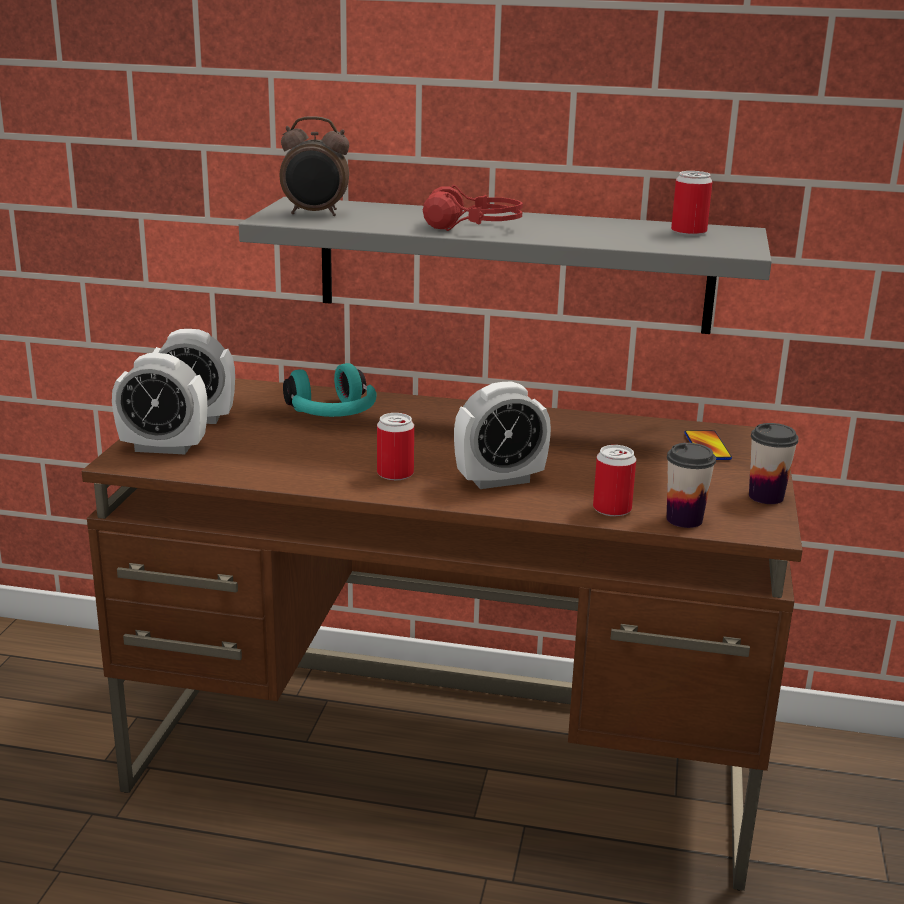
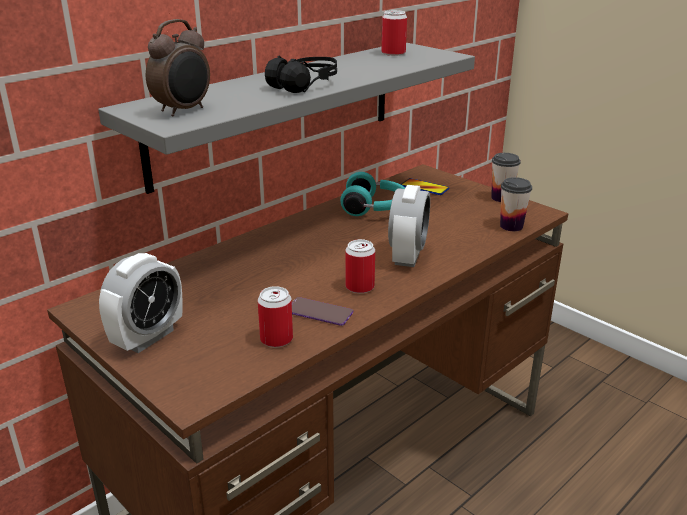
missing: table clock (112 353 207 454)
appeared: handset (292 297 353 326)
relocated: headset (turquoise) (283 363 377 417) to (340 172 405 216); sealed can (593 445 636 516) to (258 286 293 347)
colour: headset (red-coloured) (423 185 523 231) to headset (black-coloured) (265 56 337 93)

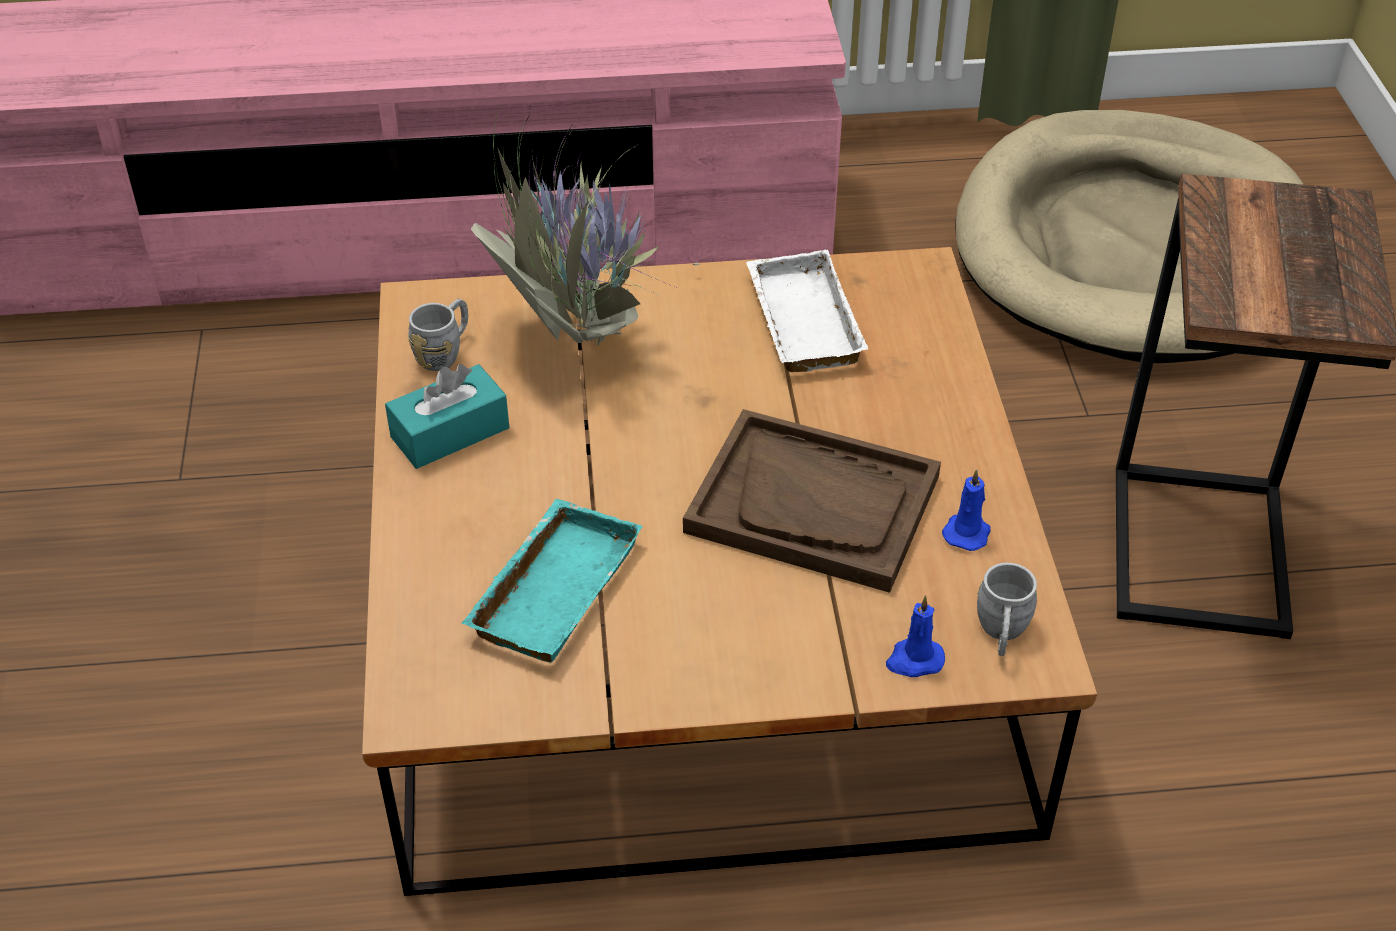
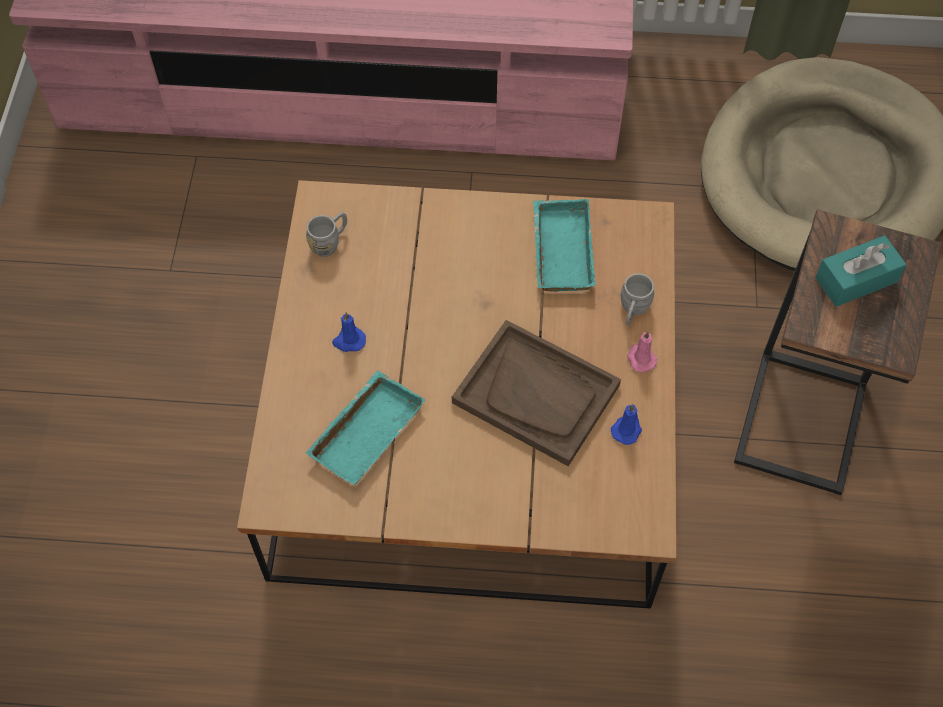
missing: plant in a pot (471 107 710 346)
appeared: wax candle (pink) (627 331 657 373)
relocated: box of tissues (turquoise) (385 364 509 469) to (815 235 907 307); wax candle (blue-coloured) (886 596 945 677) to (332 312 366 352); mug (gray) (977 563 1037 656) to (621 273 655 326)
colour: serving tray (white) (746 250 868 372) to serving tray (turquoise) (533 199 596 292)

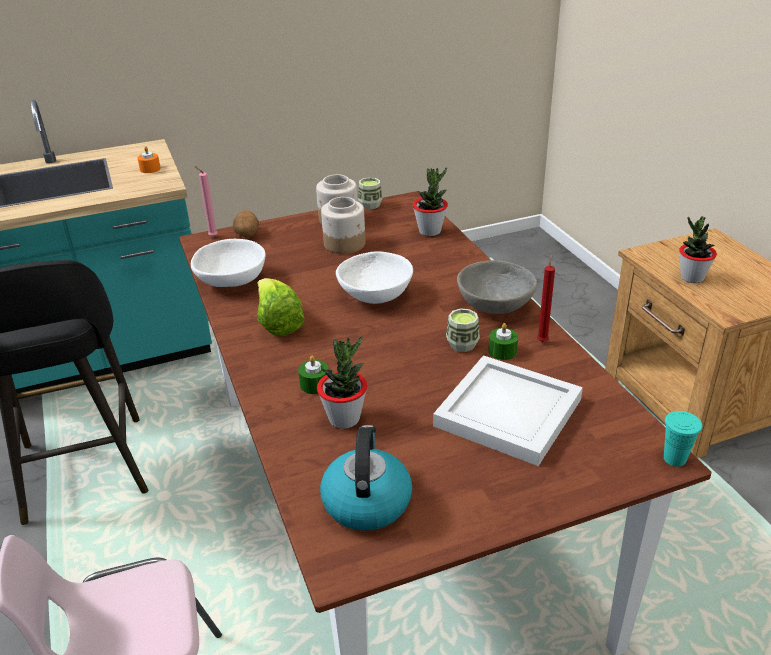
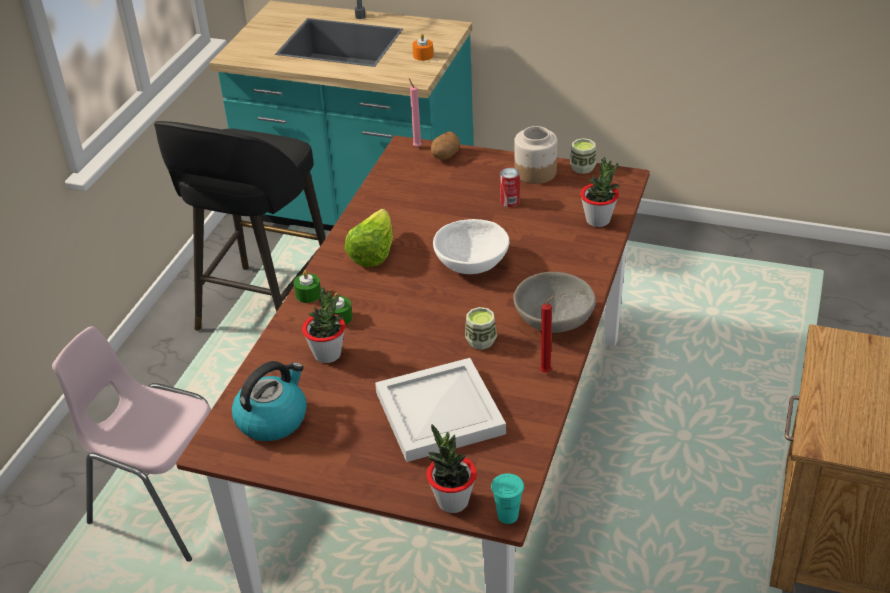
missing: serving bowl (white) (191 239 266 287)
relocated: wax candle (green) (488 323 518 360) to (294 270 321 303); plant in a pot (679 216 717 283) to (426 424 477 513)
exchanged: jar (321 197 366 254) to sealed can (500 168 520 207)

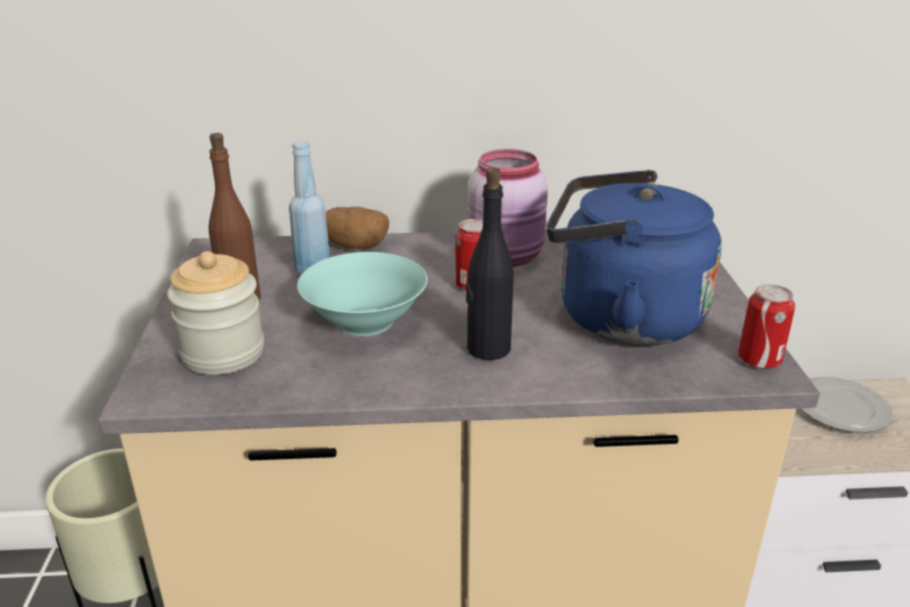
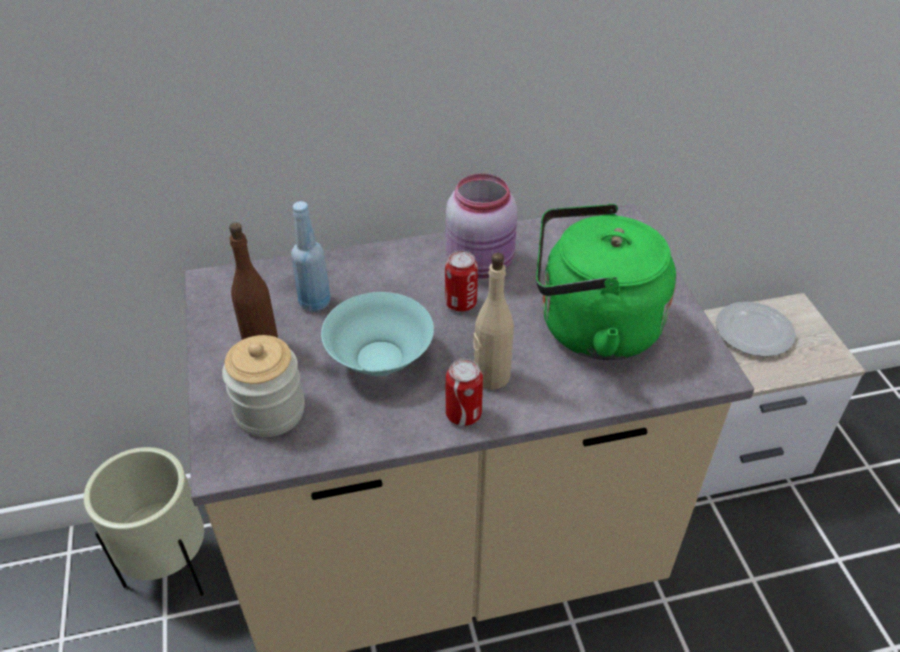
missing: potato (326 207 389 249)
relocated: sealed can (738 284 795 369) to (446 359 483 426)
colour: bottle (black-coloured) (466 168 514 360) to bottle (beige) (473 252 514 390); kettle (blue-coloured) (546 170 722 346) to kettle (green) (536 204 676 360)

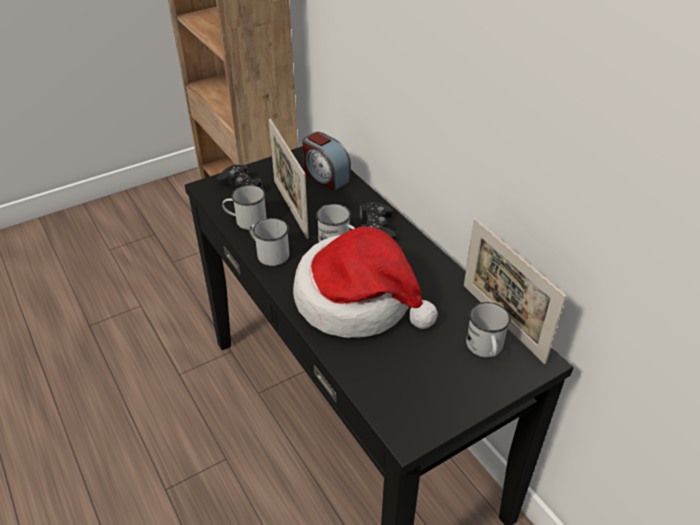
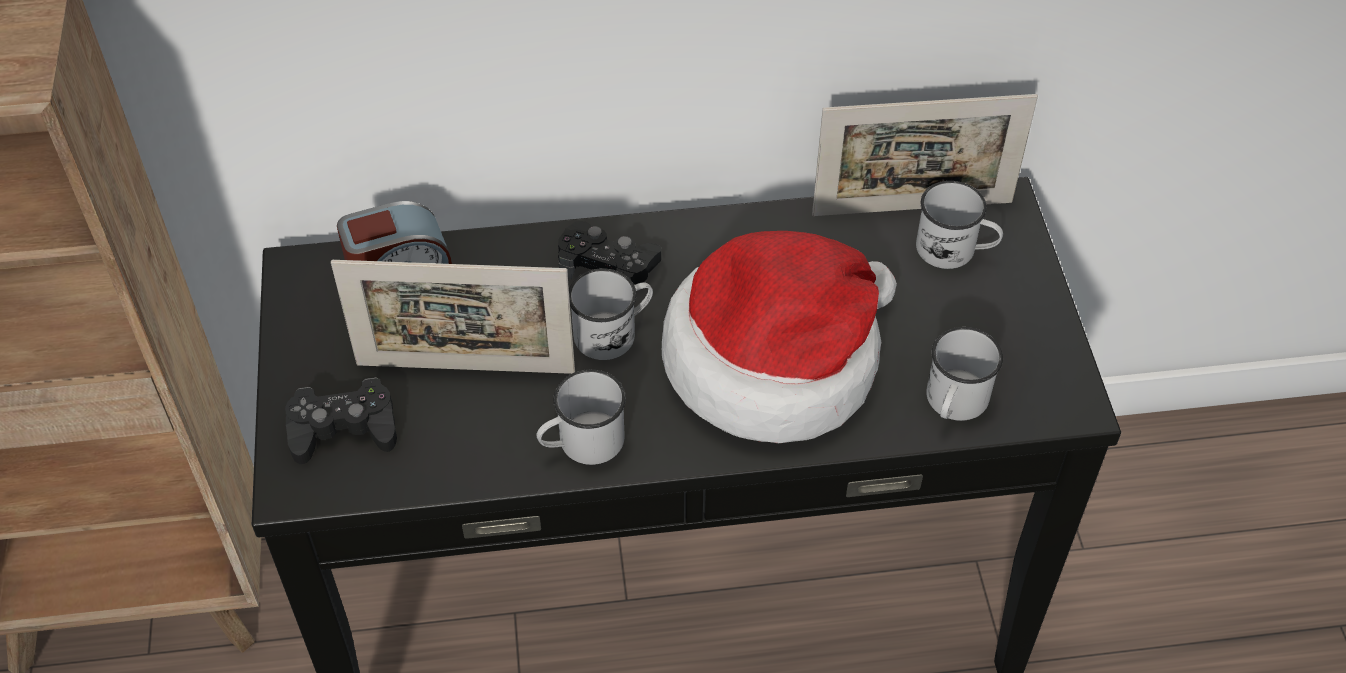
relocated: mug (white) (222 185 267 230) to (926 327 1003 421)

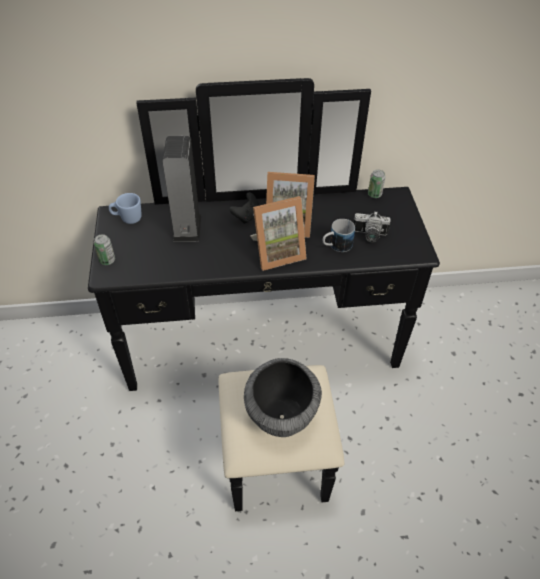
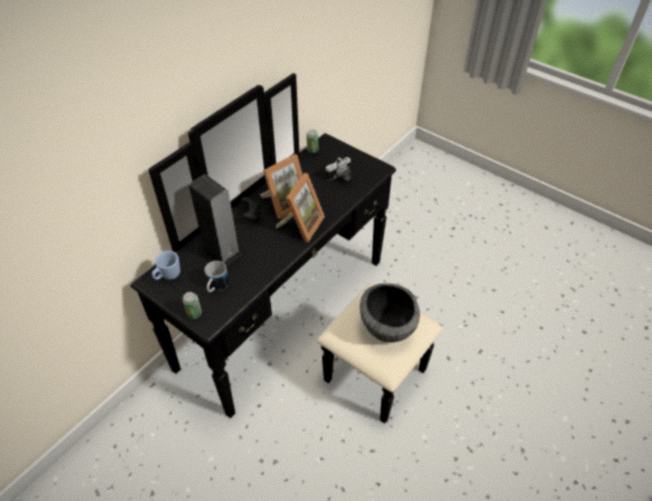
relocated: mug (323 219 355 252) to (204 261 229 292)

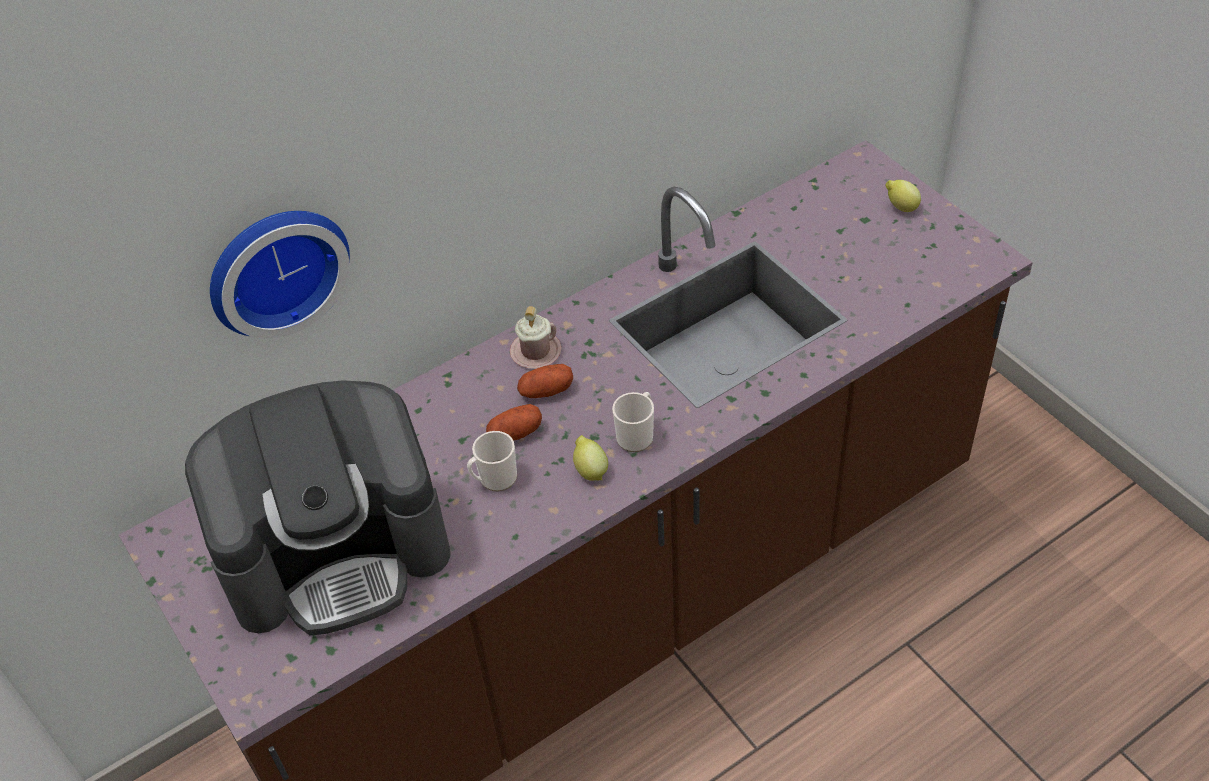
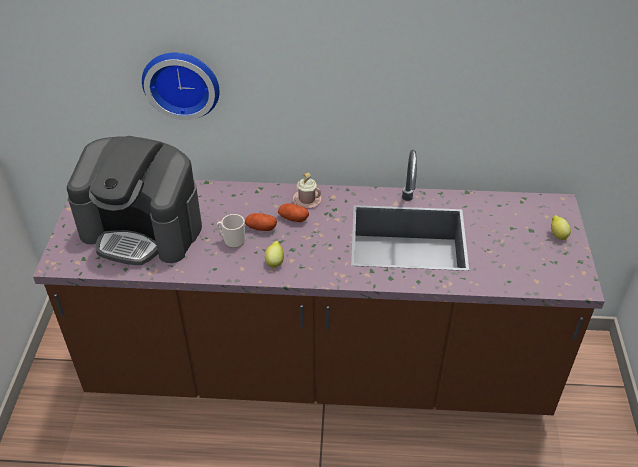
missing: mug (612 392 654 452)

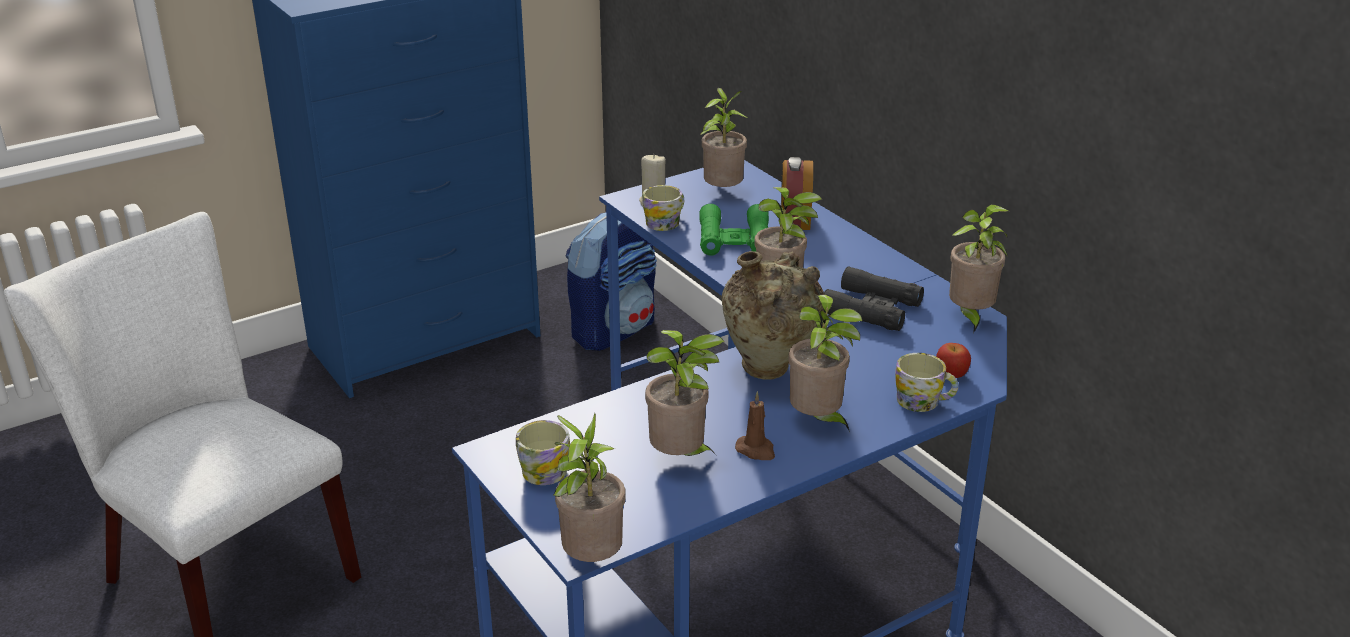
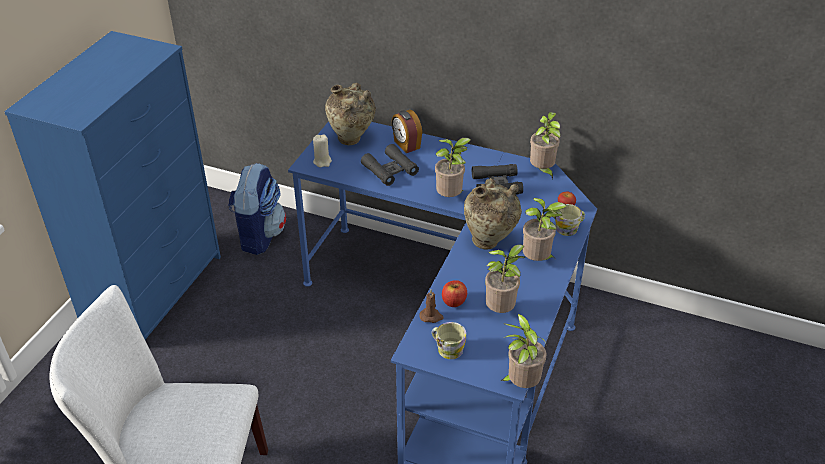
missing: mug (642 185 684 231)
appeared: apple fruit (442 280 467 307)
relocated: wax candle (brown-coloured) (735 391 775 460) to (419 289 444 323)
exchanged: plant in a pot (700 88 747 187) to decorative vase (beige) (325 83 376 145)
colour: pair of binoculars (green) (699 204 769 256) to pair of binoculars (black-coloured) (361 144 419 186)

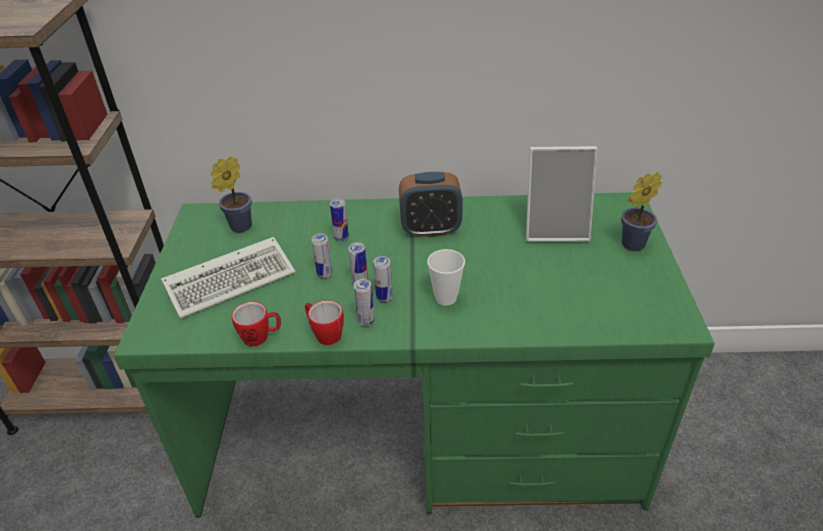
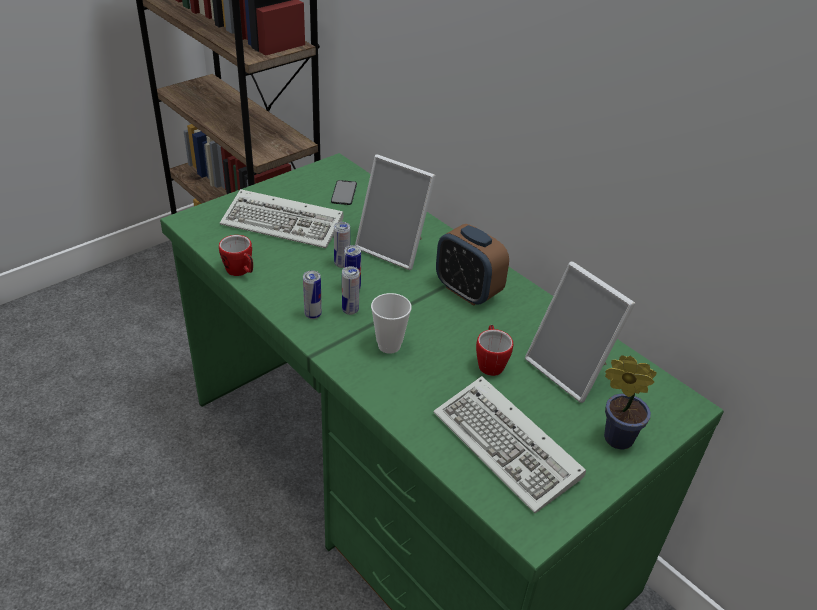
appeared: computer keyboard (433 376 586 513)
relocated: mug (305 300 344 345) to (476 325 513 376)
exchanged: plant in a pot (210 156 252 233) to handset (331 180 357 205); sealed can (330 198 349 241) to picture frame (355 155 436 270)

